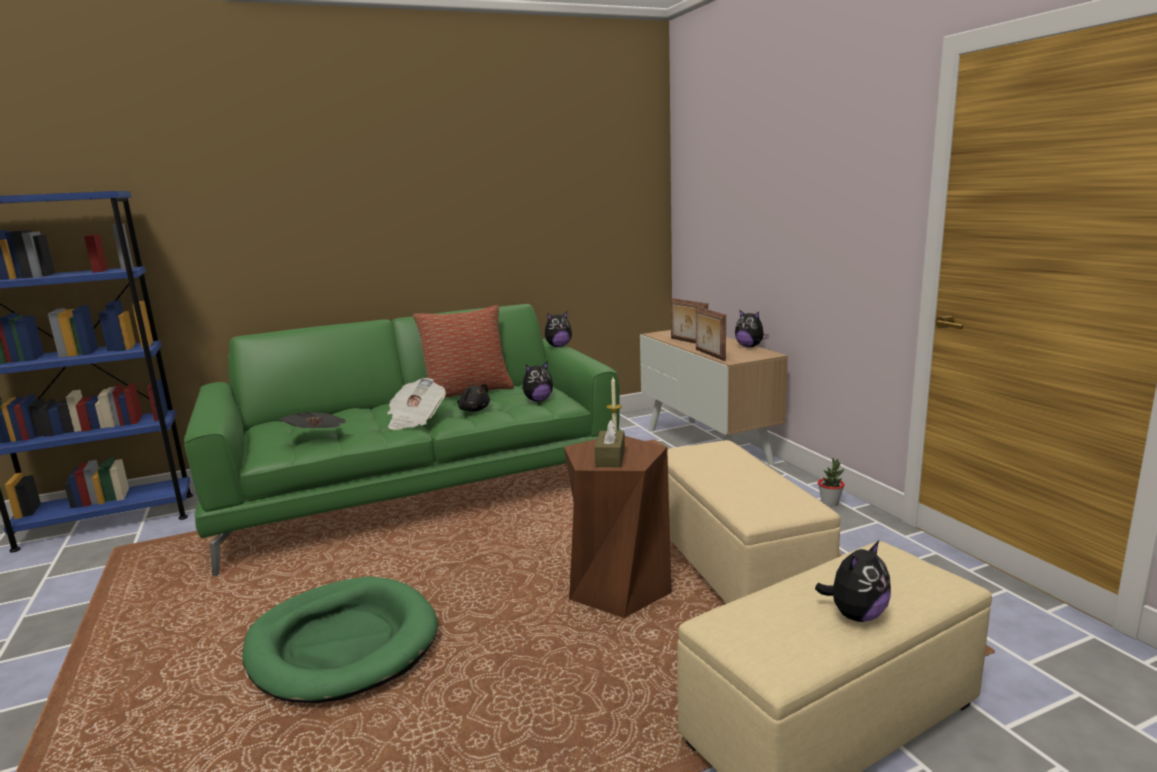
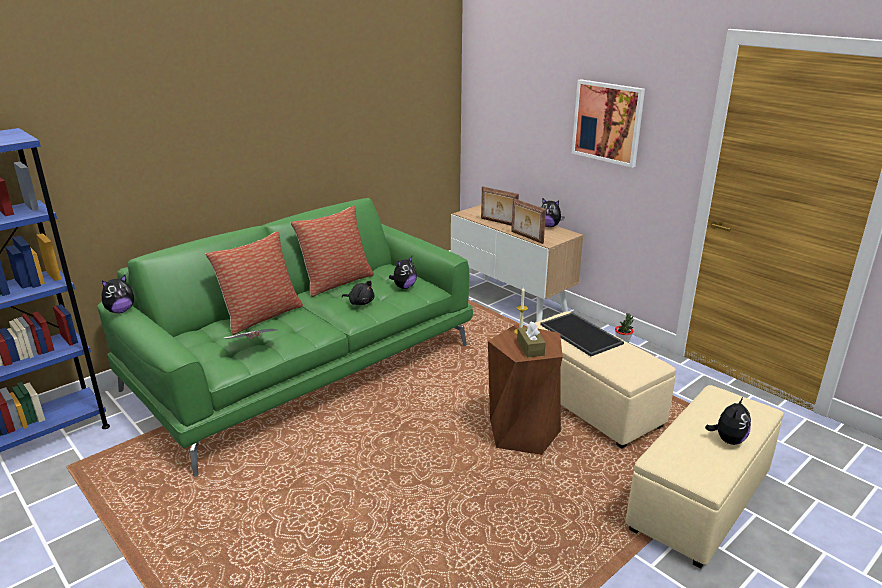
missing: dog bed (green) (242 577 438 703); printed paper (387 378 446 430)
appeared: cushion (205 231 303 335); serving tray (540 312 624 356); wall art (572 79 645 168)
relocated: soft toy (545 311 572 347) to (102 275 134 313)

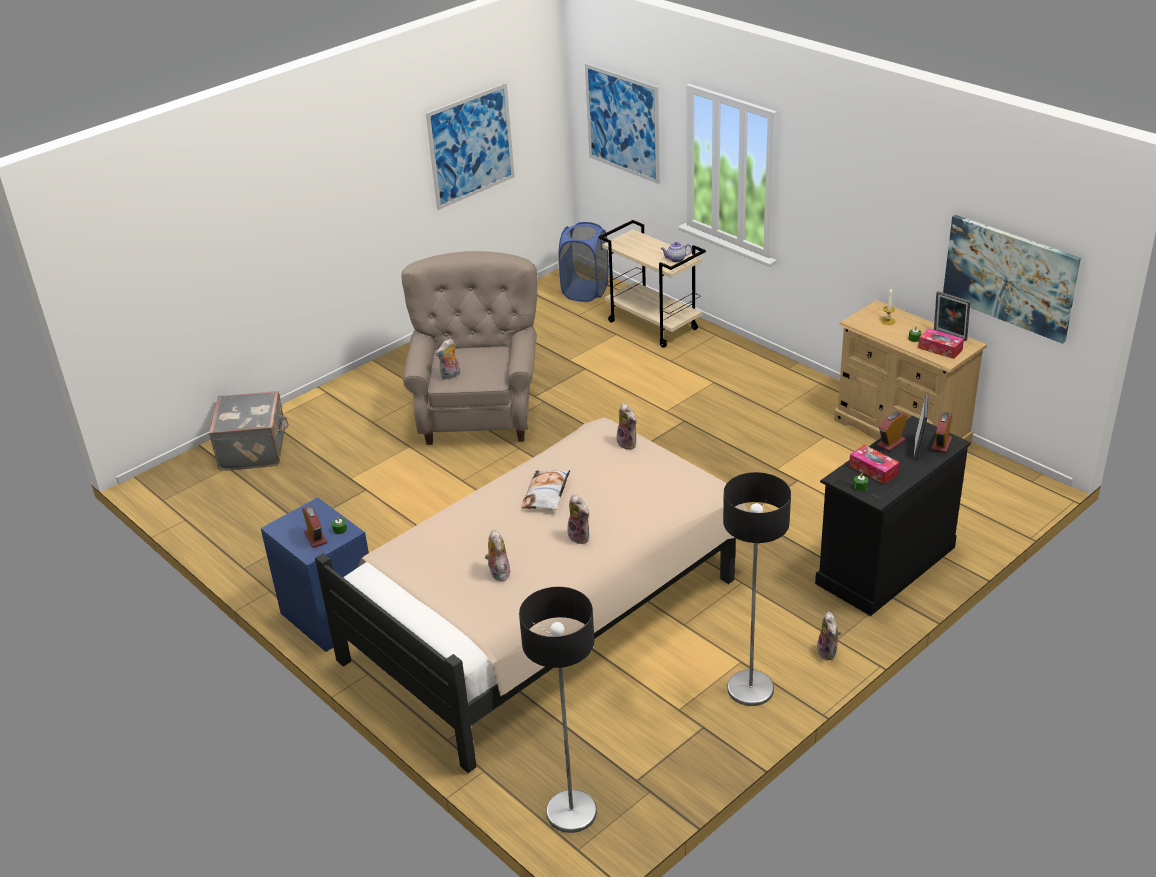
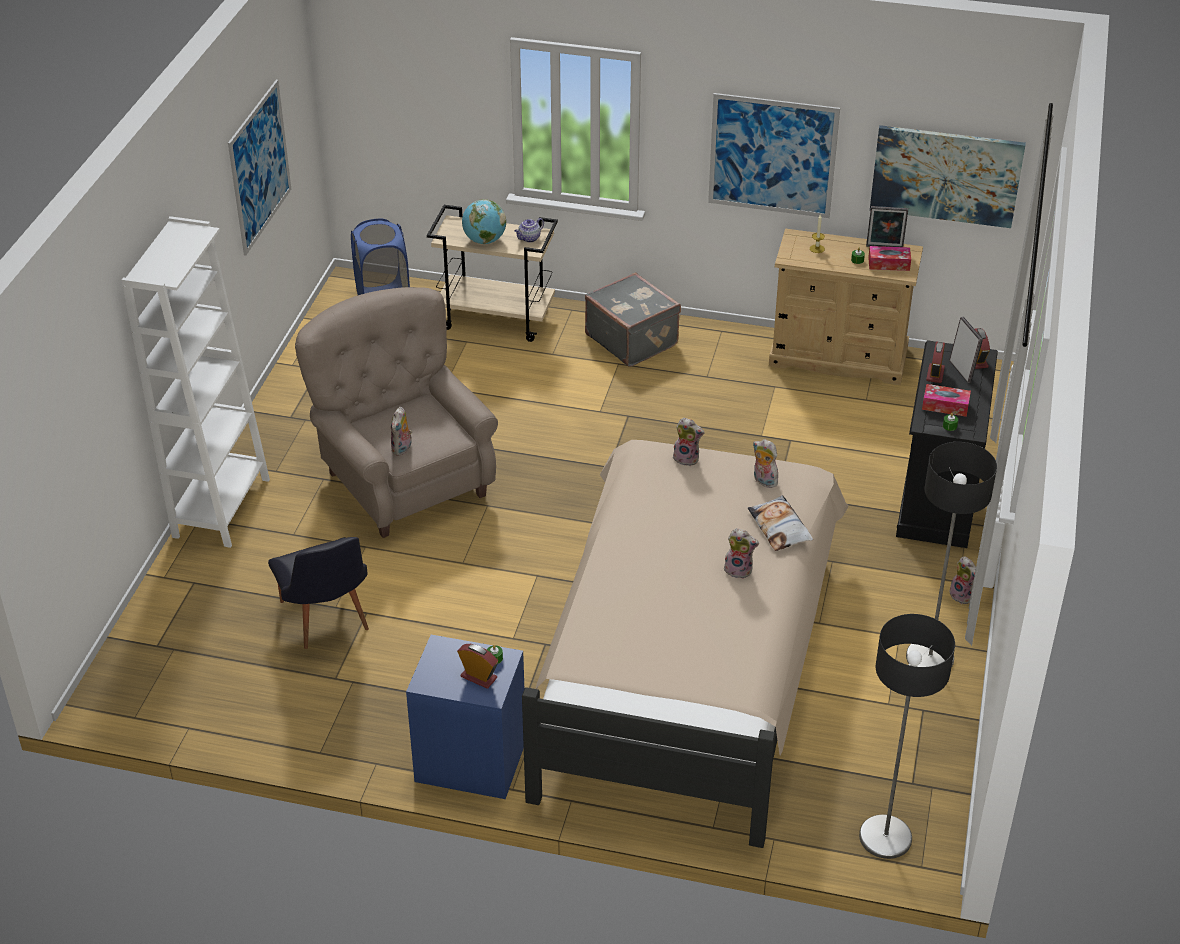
appeared: bookshelf (white) (122 216 270 548); chair (black-coloured) (268 537 369 649); desk globe (462 199 506 244)
relocated: piece of luggage (gray) (209 391 289 471) to (585 273 681 367); soft toy (485 530 510 581) to (753 439 778 488); cushion (521 470 570 510) to (747 495 813 551); wall art (585 63 660 184) to (708 93 840 218)

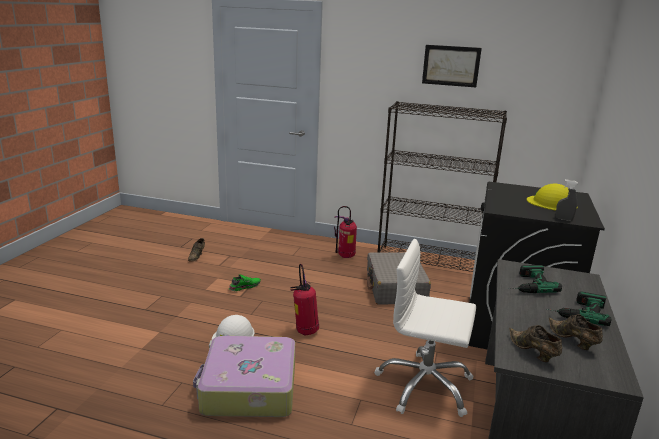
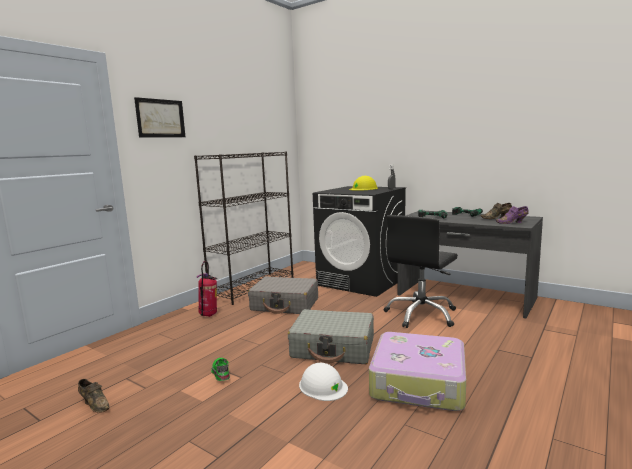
relocated: wall art (422 45 482 87) to (134 97 185 137)
exchanged: extinguisher (290 264 319 335) to piece of luggage (gray) (288 309 374 364)
colour: desk chair (white) (374 239 476 417) to desk chair (black-coloured) (383 215 458 328); low shoe (brown-coloured) (509 325 562 362) to low shoe (purplish) (495 206 529 224)

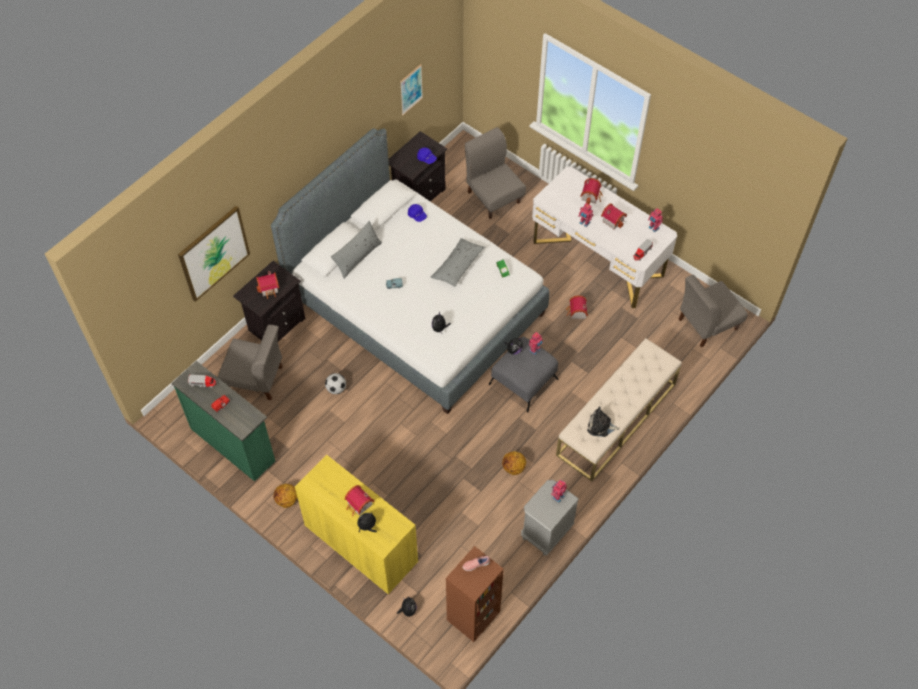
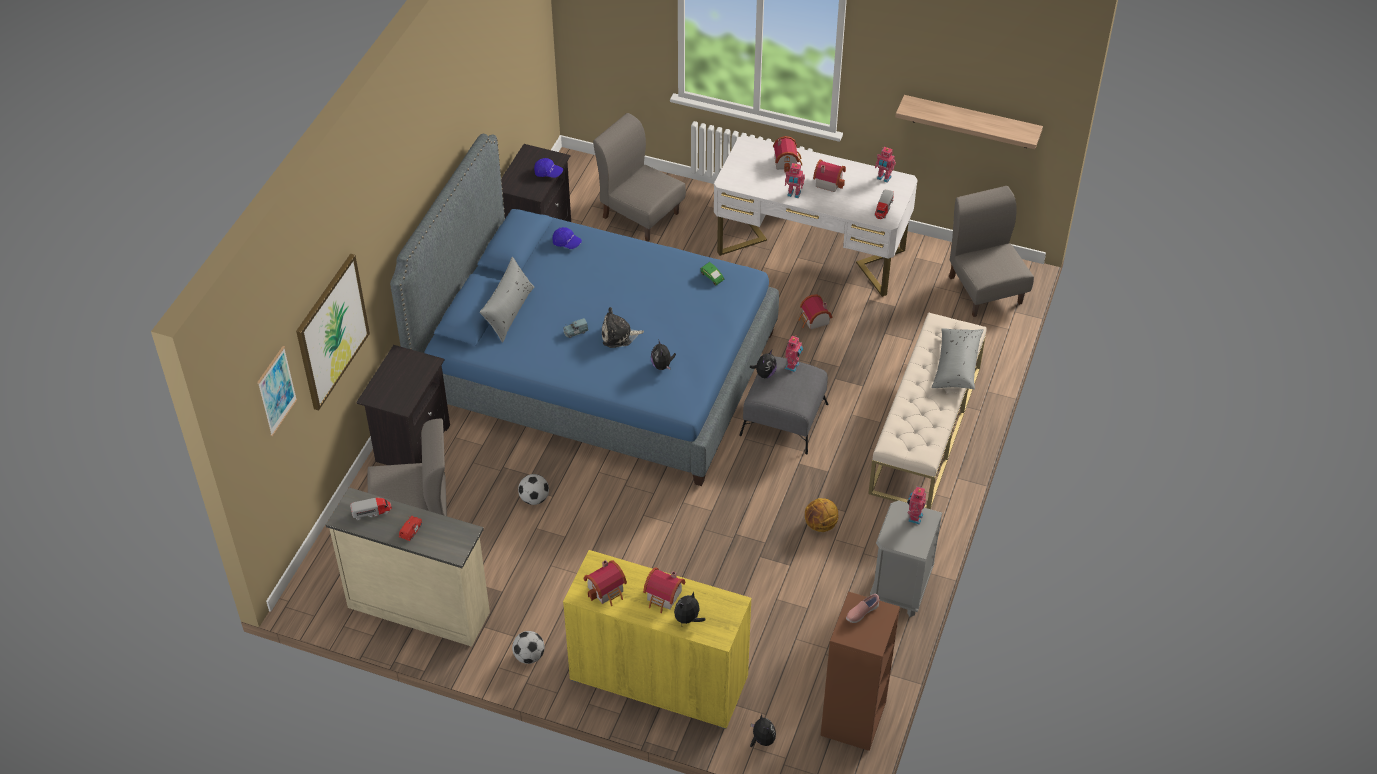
appeared: bracket shelf (895 95 1043 149)
relocated: model house (256 271 279 299) to (583 560 627 606); wall art (400 64 423 115) to (257 346 297 436); cushion (gray) (430 238 486 287) to (932 328 984 389); soft toy (587 406 620 437) to (602 307 644 348)
exchanged: basketball ball (273 484 297 508) to football (512 631 545 664)
colour: drawer chest (green) (172 361 275 481) to drawer chest (beige) (326 487 490 647); bedroom bed (white) (271 128 550 414) to bedroom bed (blue-coloured) (390 134 779 486)
spun: chair (gray) (678 275 748 348) = (949 186 1034 317) 120 degrees clockwise

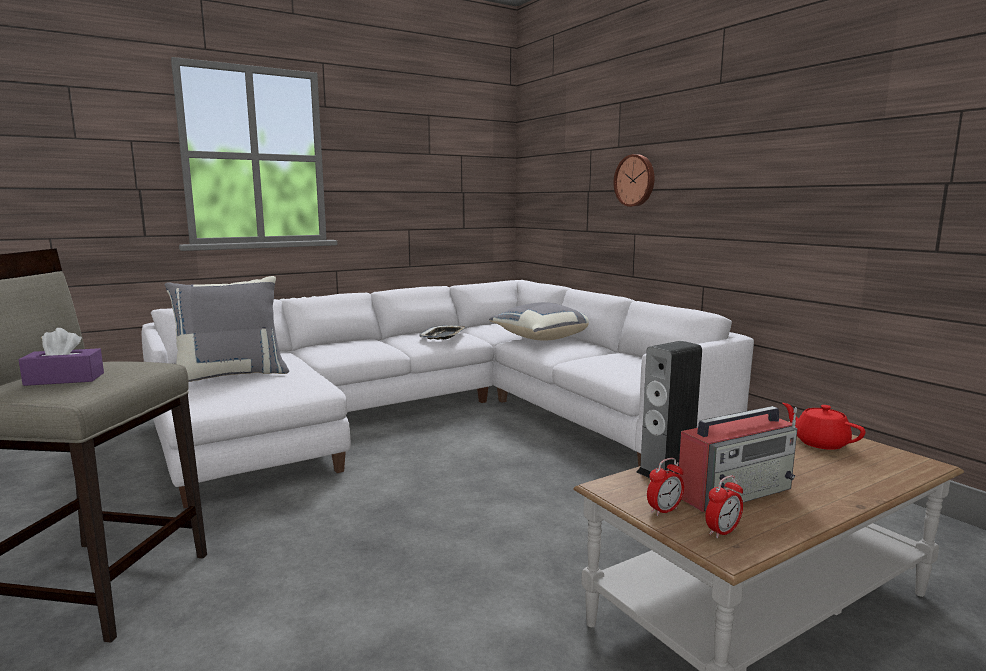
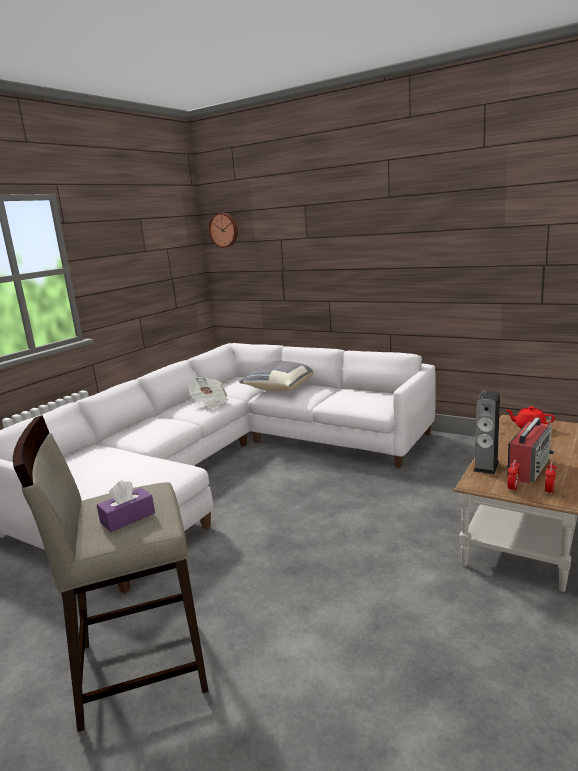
missing: cushion (gray) (165 276 289 382)
relocated: hanging clock (614 154 655 207) to (209 213 238 248)
exchanged: serving tray (420 325 467 340) to printed paper (188 377 228 408)

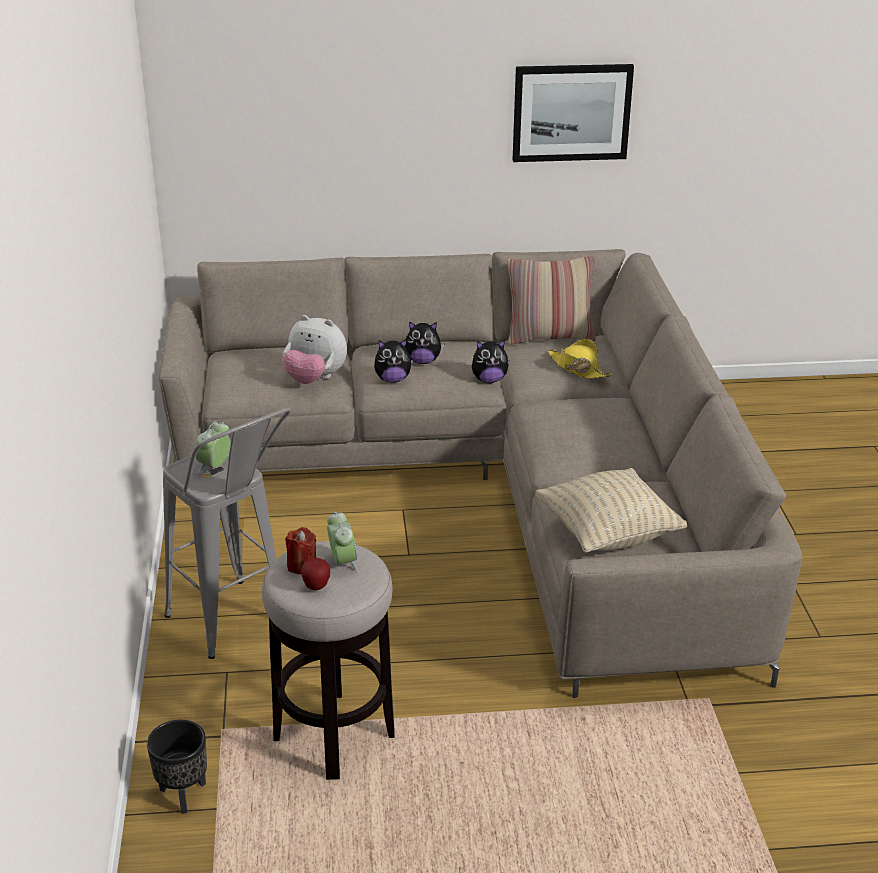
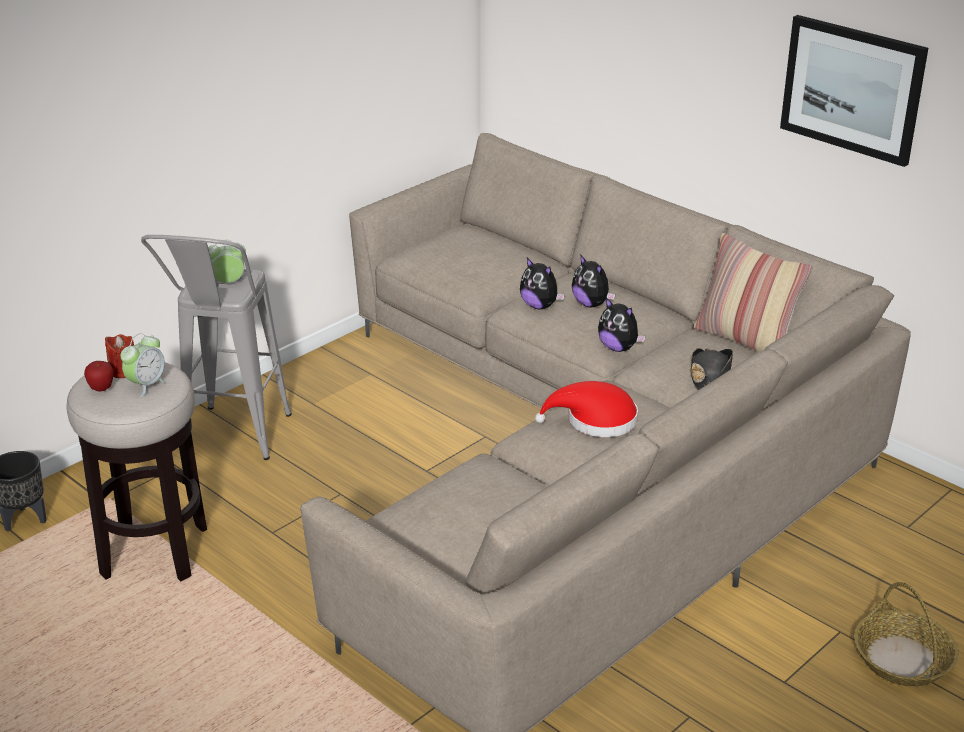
missing: soft toy (282 315 347 384); cushion (beige) (536 468 687 553)
appeared: wearable hat (red-coloured) (535 381 638 437); storage basket (854 582 959 686)
colour: wearable hat (yellowish) (547 339 613 379) to wearable hat (black-coloured) (690 348 733 391)

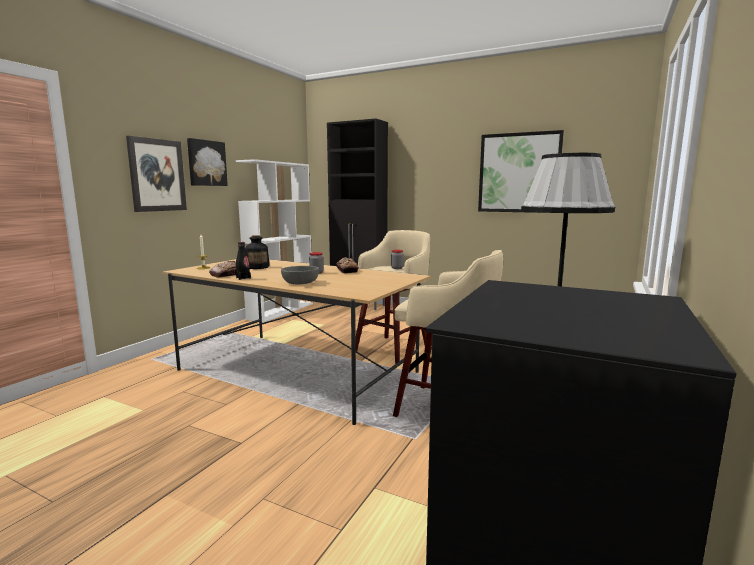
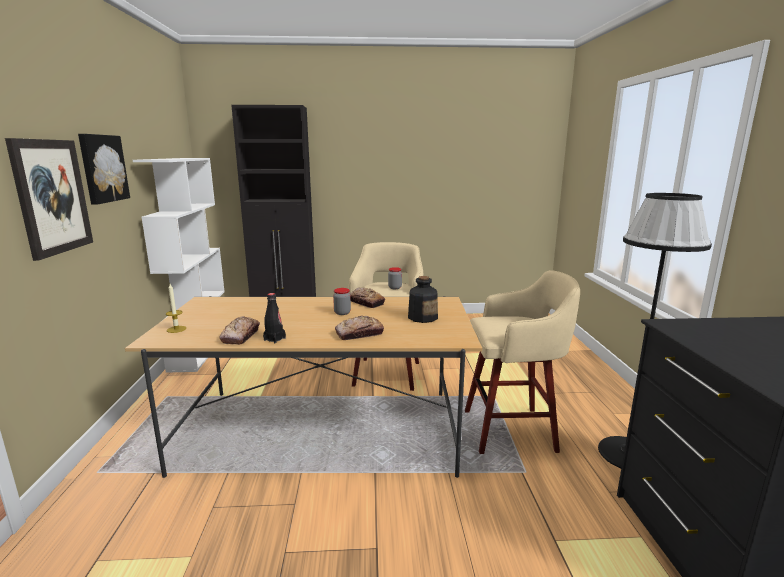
missing: wall art (478 130 564 213)
relocated: bottle (245 235 270 269) to (408 276 438 323)
exchanged: serving bowl (gray) (281 266 319 284) to bakery bread (335 316 384 340)

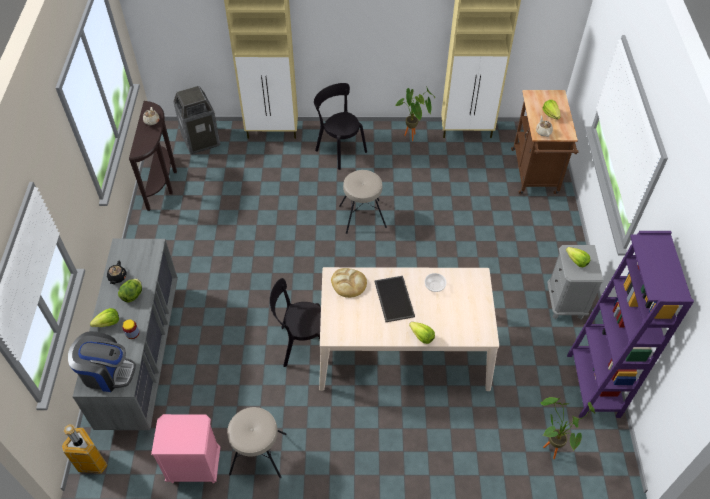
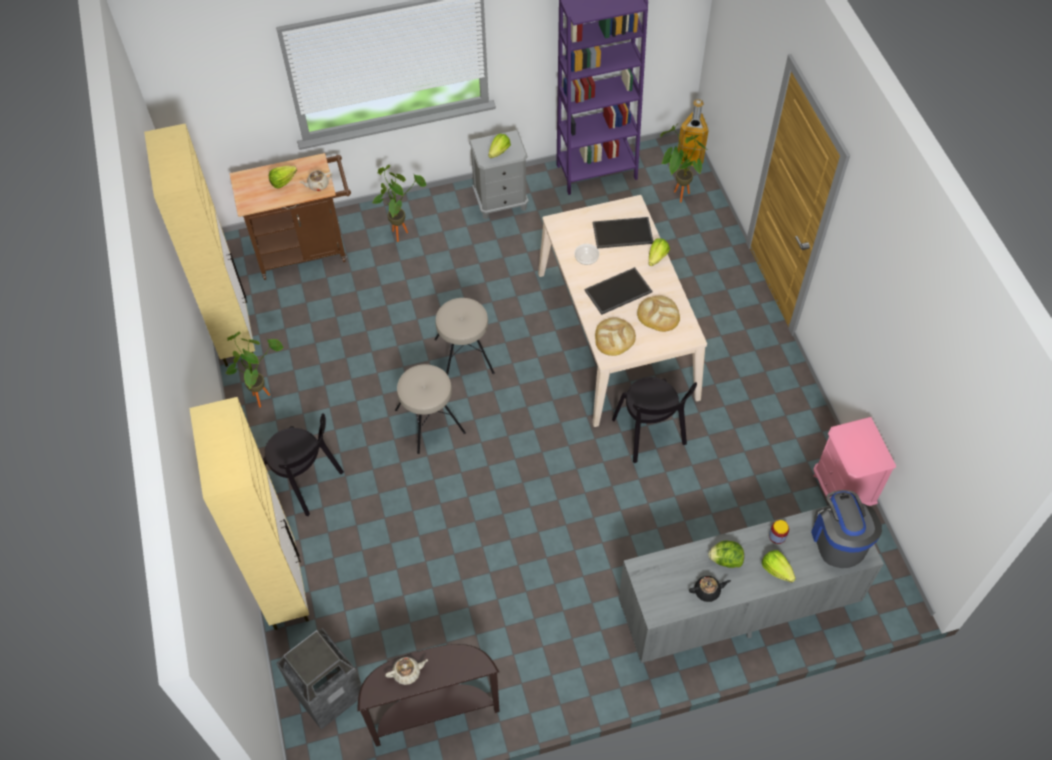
appeared: plant in a pot (372 165 426 242); serving tray (593 217 653 248); bakery bread (637 295 680 332)
relocated: trash can (62 425 108 474) to (678 99 709 166); sitting stool (beige) (227 407 286 478) to (434 298 495 375)
spun: chair (black-coloured) (314 83 367 170) = (263 413 344 516) 90 degrees counterclockwise

